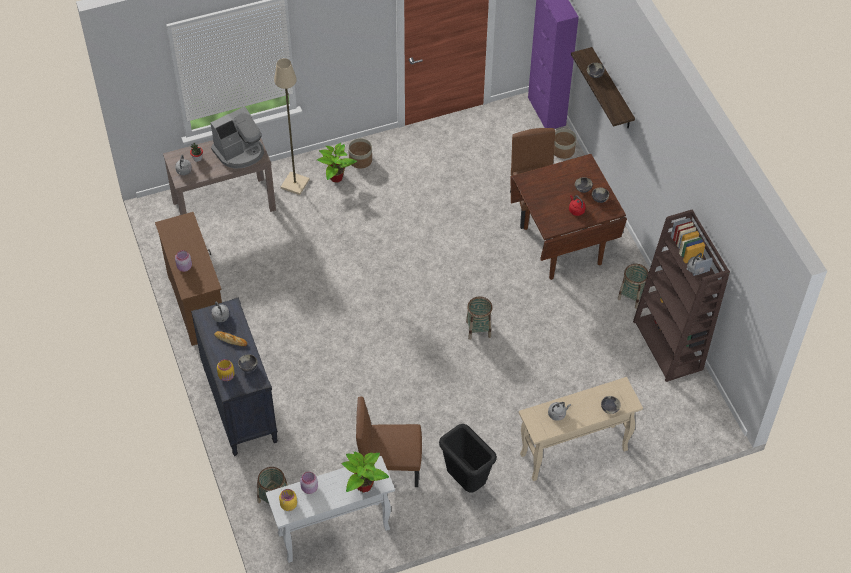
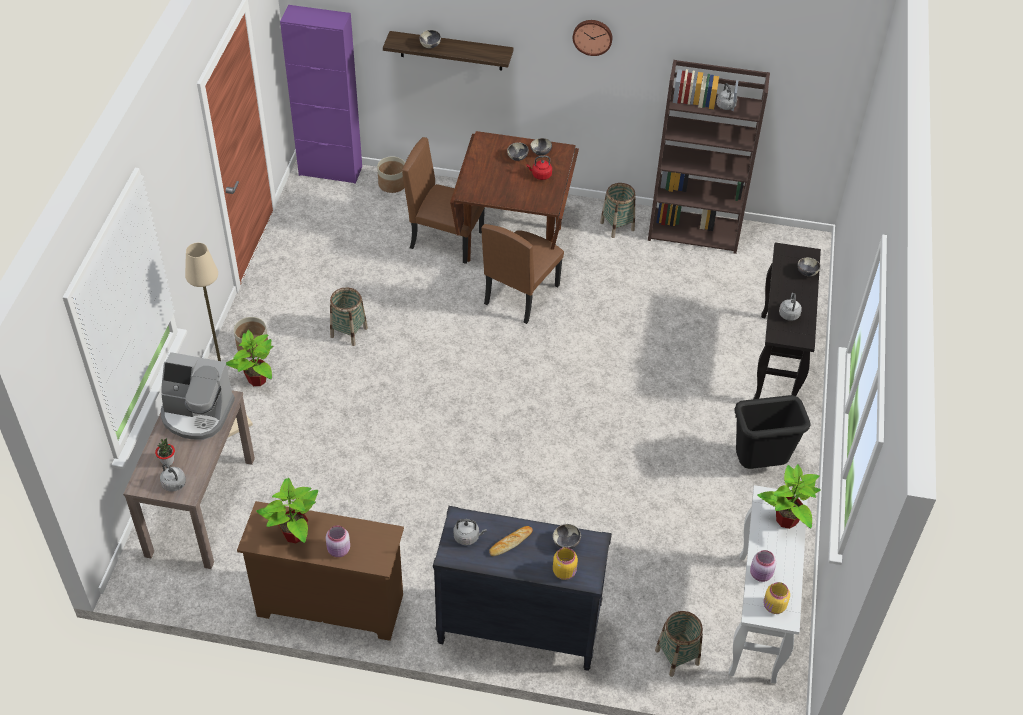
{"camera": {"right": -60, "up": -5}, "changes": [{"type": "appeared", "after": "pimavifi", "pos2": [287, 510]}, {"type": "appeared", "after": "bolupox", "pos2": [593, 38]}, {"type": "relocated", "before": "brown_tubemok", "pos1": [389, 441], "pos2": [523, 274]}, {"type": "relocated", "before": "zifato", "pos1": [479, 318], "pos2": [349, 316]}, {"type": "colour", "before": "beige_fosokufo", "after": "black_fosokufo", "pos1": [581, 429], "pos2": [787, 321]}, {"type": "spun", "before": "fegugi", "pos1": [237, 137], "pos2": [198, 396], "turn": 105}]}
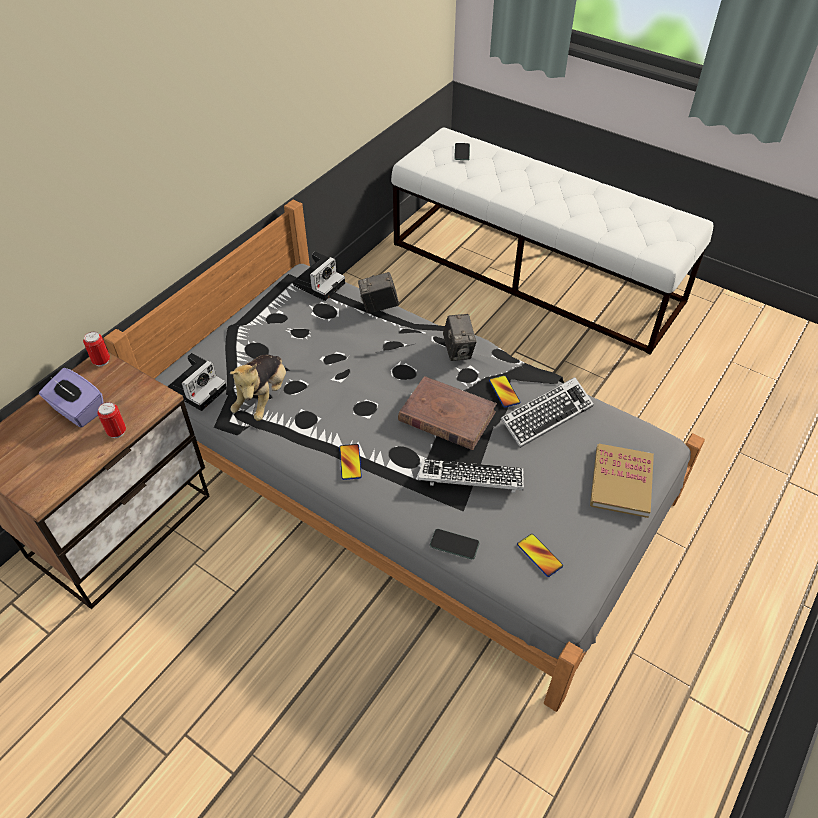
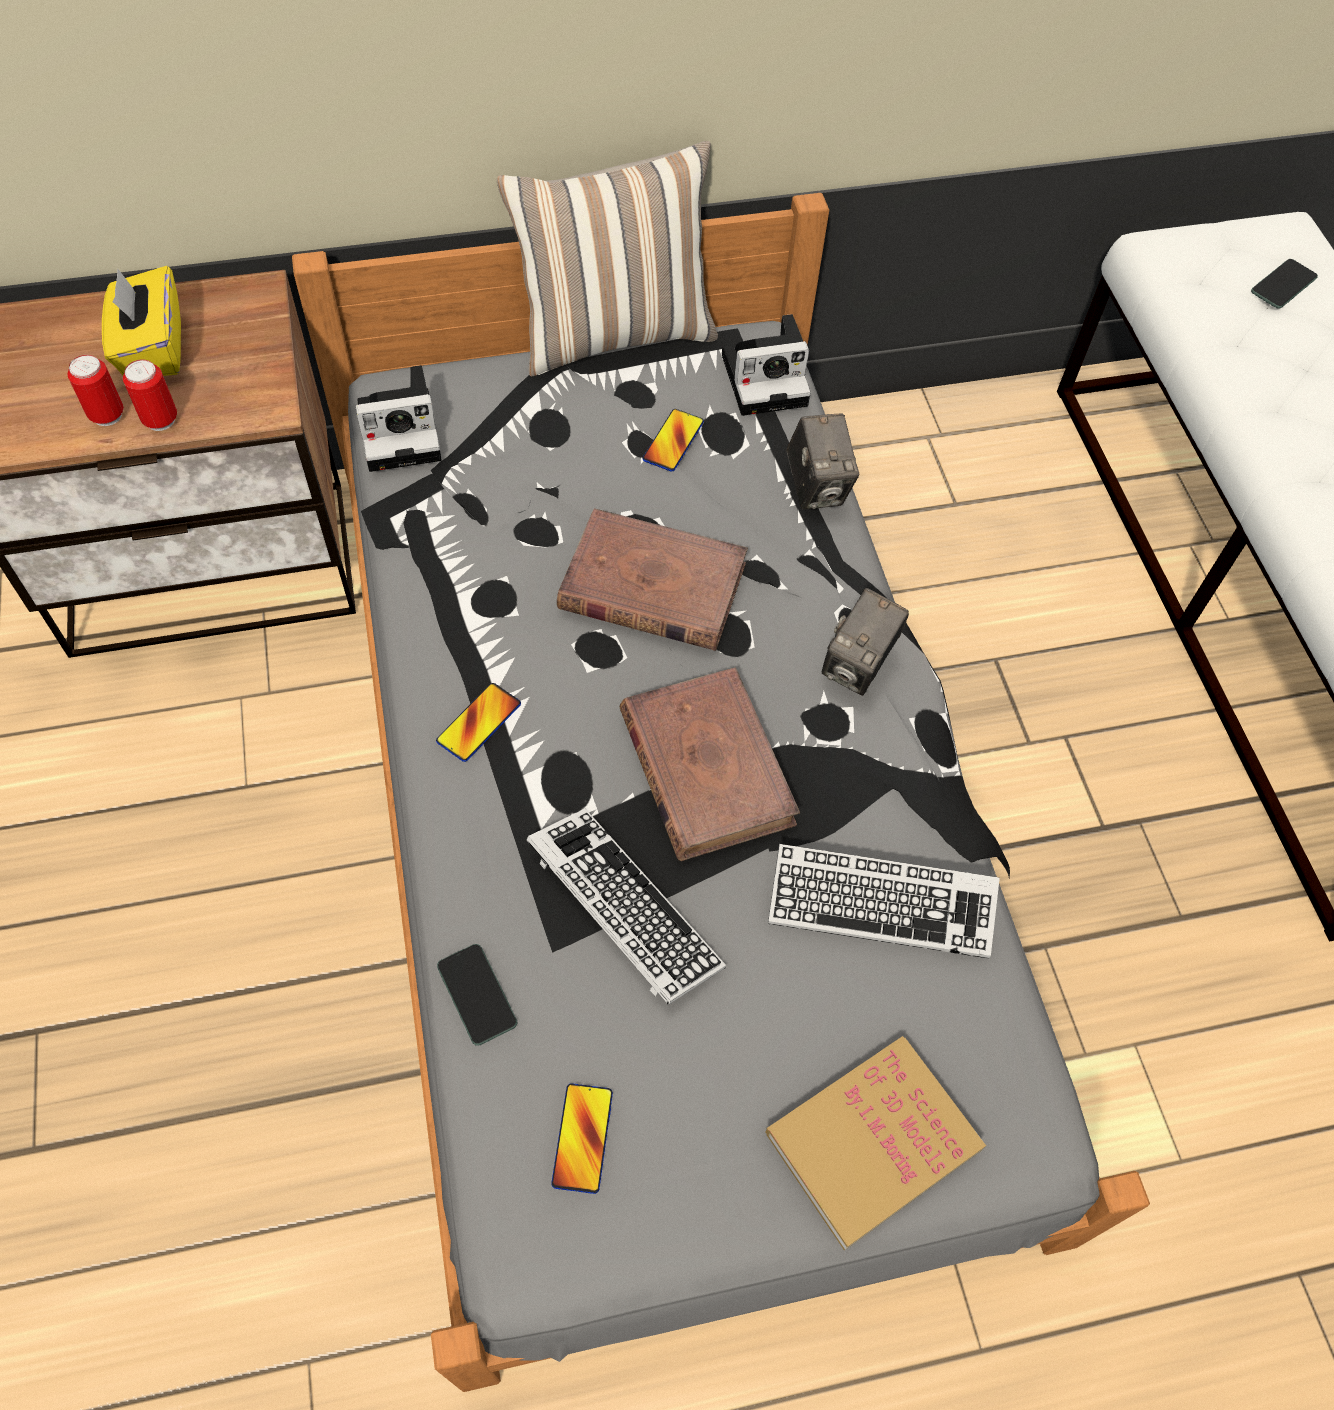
{"camera": {"right": 40, "up": 10}, "changes": [{"type": "missing", "before": "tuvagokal", "pos1": [258, 388]}, {"type": "appeared", "after": "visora", "pos2": [607, 258]}, {"type": "appeared", "after": "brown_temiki", "pos2": [652, 579]}, {"type": "relocated", "before": "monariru", "pos1": [96, 349], "pos2": [96, 390]}, {"type": "relocated", "before": "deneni", "pos1": [505, 391], "pos2": [673, 440]}, {"type": "colour", "before": "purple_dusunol", "after": "yellow_dusunol", "pos1": [71, 398], "pos2": [141, 321]}, {"type": "spun", "before": "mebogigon", "pos1": [378, 292], "pos2": [822, 461], "turn": -135}]}
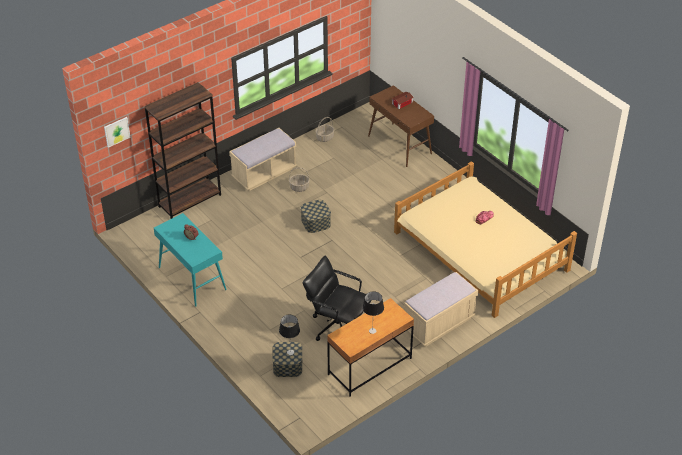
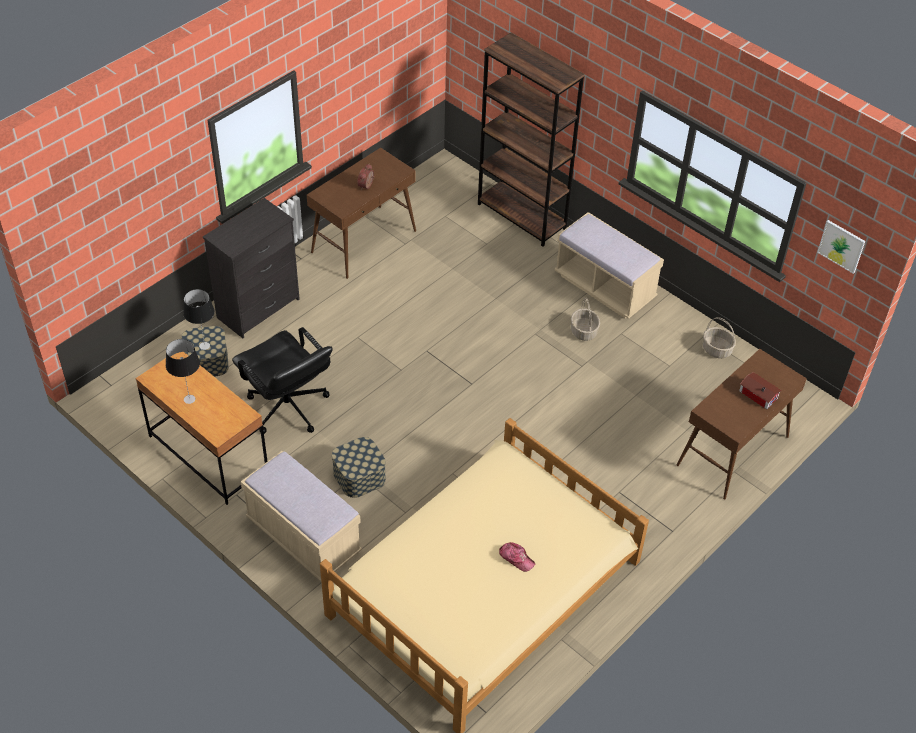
{"camera": {"right": 80, "up": 5}, "changes": [{"type": "appeared", "after": "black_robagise", "pos2": [251, 268]}, {"type": "relocated", "before": "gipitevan", "pos1": [117, 132], "pos2": [841, 247]}, {"type": "relocated", "before": "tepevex", "pos1": [316, 216], "pos2": [359, 467]}, {"type": "colour", "before": "turquoise_fosokufo", "after": "brown_fosokufo", "pos1": [190, 260], "pos2": [361, 213]}, {"type": "spun", "before": "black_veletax", "pos1": [337, 298], "pos2": [282, 380], "turn": 120}]}
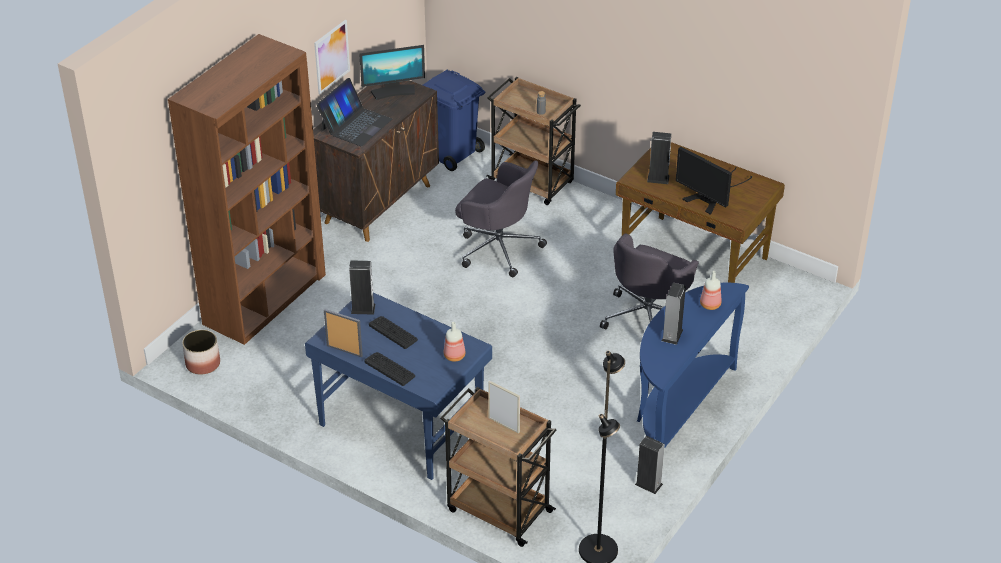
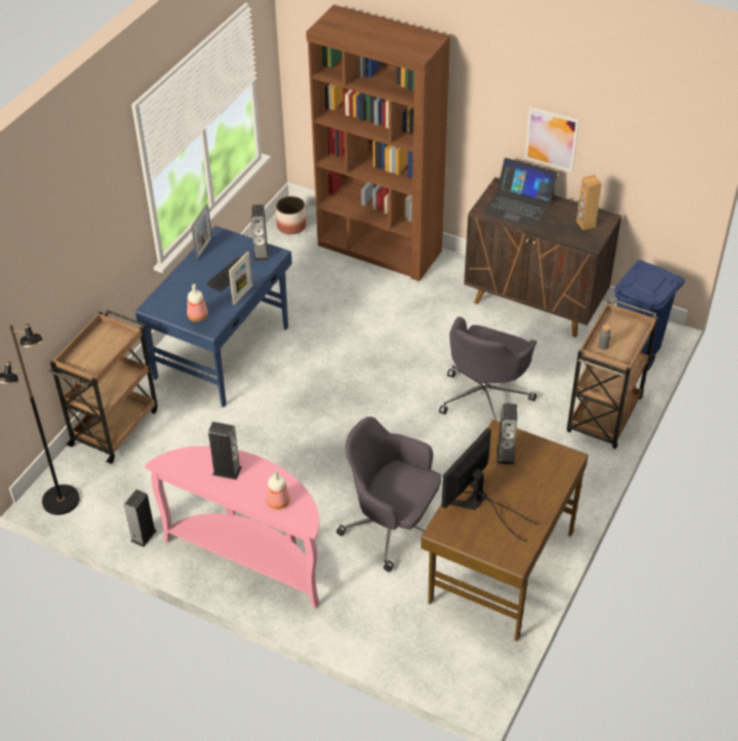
{"camera": {"right": 85, "up": 5}, "changes": [{"type": "missing", "before": "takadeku", "pos1": [389, 369]}, {"type": "relocated", "before": "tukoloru", "pos1": [504, 407], "pos2": [241, 278]}, {"type": "exchanged", "before": "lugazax", "after": "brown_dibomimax", "pos1": [392, 72], "pos2": [589, 202]}, {"type": "colour", "before": "blue_fosokufo", "after": "pink_fosokufo", "pos1": [693, 366], "pos2": [232, 527]}]}
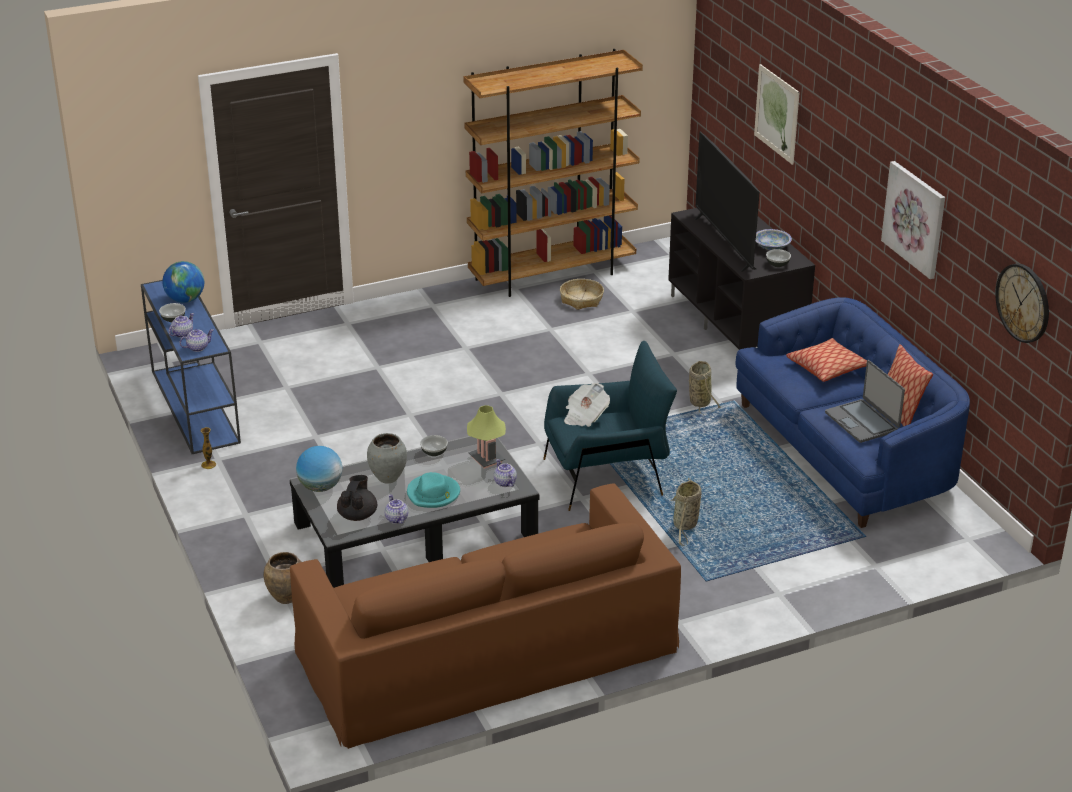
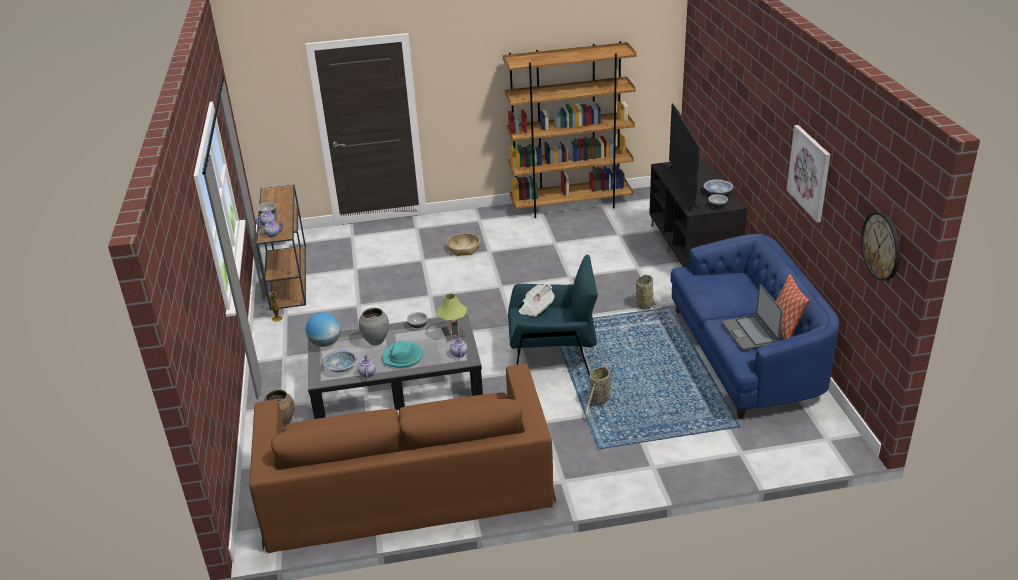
{"camera": {"right": 15, "up": 0}, "changes": [{"type": "missing", "before": "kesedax", "pos1": [183, 282]}, {"type": "missing", "before": "gipitevan", "pos1": [777, 114]}, {"type": "missing", "before": "visora", "pos1": [826, 360]}, {"type": "relocated", "before": "zifato", "pos1": [582, 294], "pos2": [463, 244]}, {"type": "exchanged", "before": "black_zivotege", "after": "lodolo", "pos1": [357, 498], "pos2": [340, 361]}, {"type": "colour", "before": "blue_fosokufo", "after": "brown_fosokufo", "pos1": [191, 367], "pos2": [281, 247]}]}
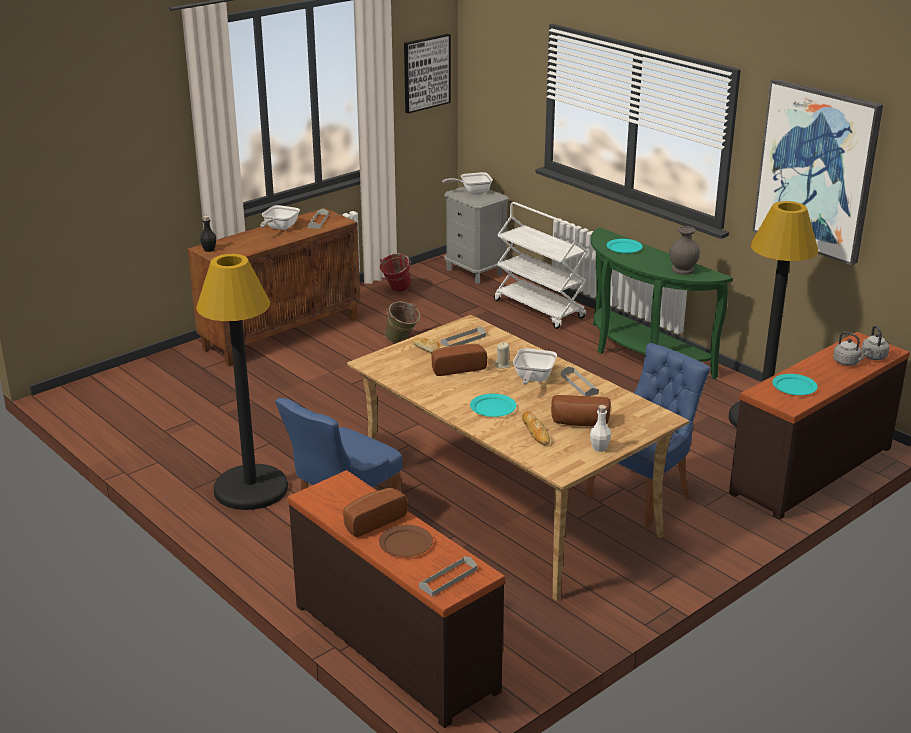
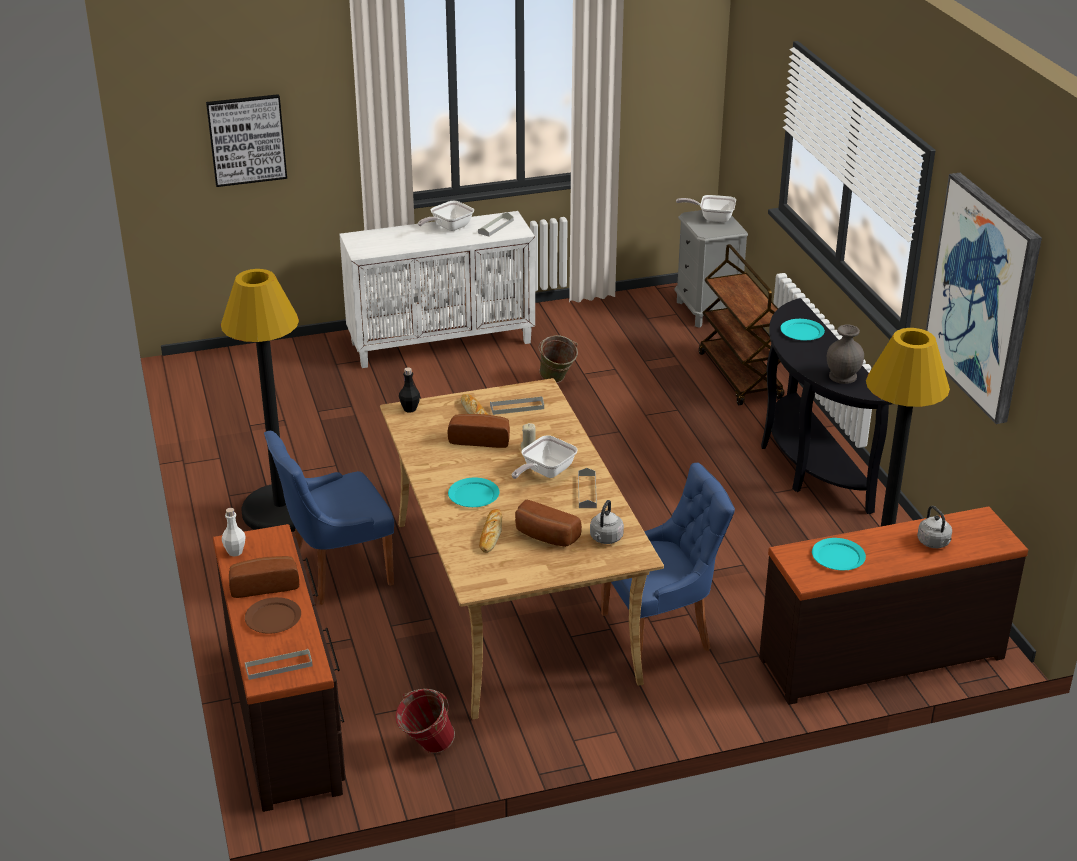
{"camera": {"right": 25, "up": 5}, "changes": [{"type": "relocated", "before": "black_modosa", "pos1": [208, 234], "pos2": [409, 389]}, {"type": "relocated", "before": "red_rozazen", "pos1": [395, 272], "pos2": [425, 721]}, {"type": "relocated", "before": "gipitevan", "pos1": [427, 73], "pos2": [246, 140]}, {"type": "relocated", "before": "white_modosa", "pos1": [600, 428], "pos2": [234, 532]}, {"type": "relocated", "before": "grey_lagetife", "pos1": [875, 342], "pos2": [607, 522]}, {"type": "colour", "before": "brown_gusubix", "after": "white_gusubix", "pos1": [273, 287], "pos2": [437, 289]}, {"type": "colour", "before": "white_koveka", "after": "brown_koveka", "pos1": [541, 265], "pos2": [741, 324]}, {"type": "colour", "before": "green_fosokufo", "after": "black_fosokufo", "pos1": [662, 303], "pos2": [827, 406]}]}
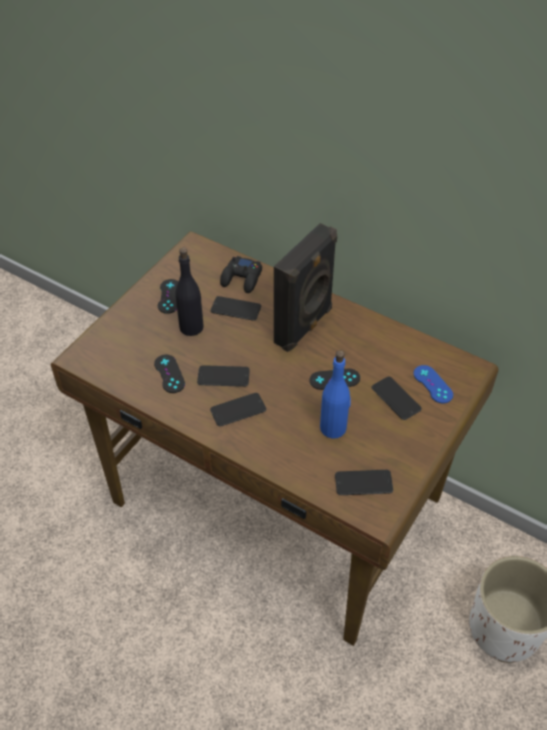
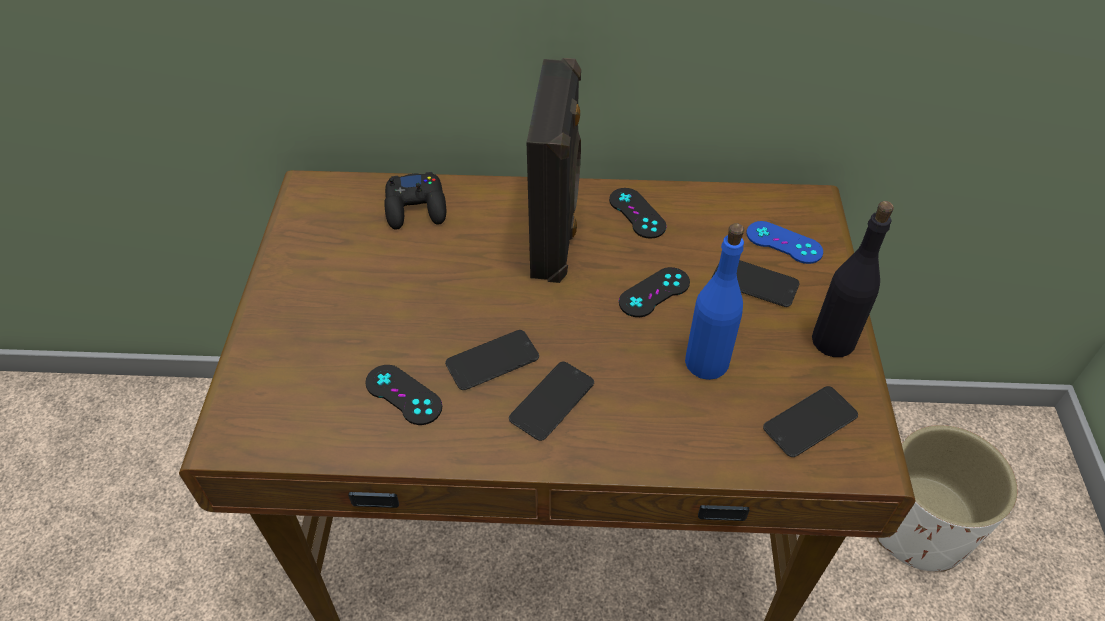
{"camera": {"right": -30, "up": 0}, "changes": [{"type": "missing", "before": "deneni", "pos1": [236, 308]}, {"type": "relocated", "before": "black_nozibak", "pos1": [168, 296], "pos2": [637, 213]}, {"type": "relocated", "before": "black_modosa", "pos1": [189, 292], "pos2": [853, 279]}]}
